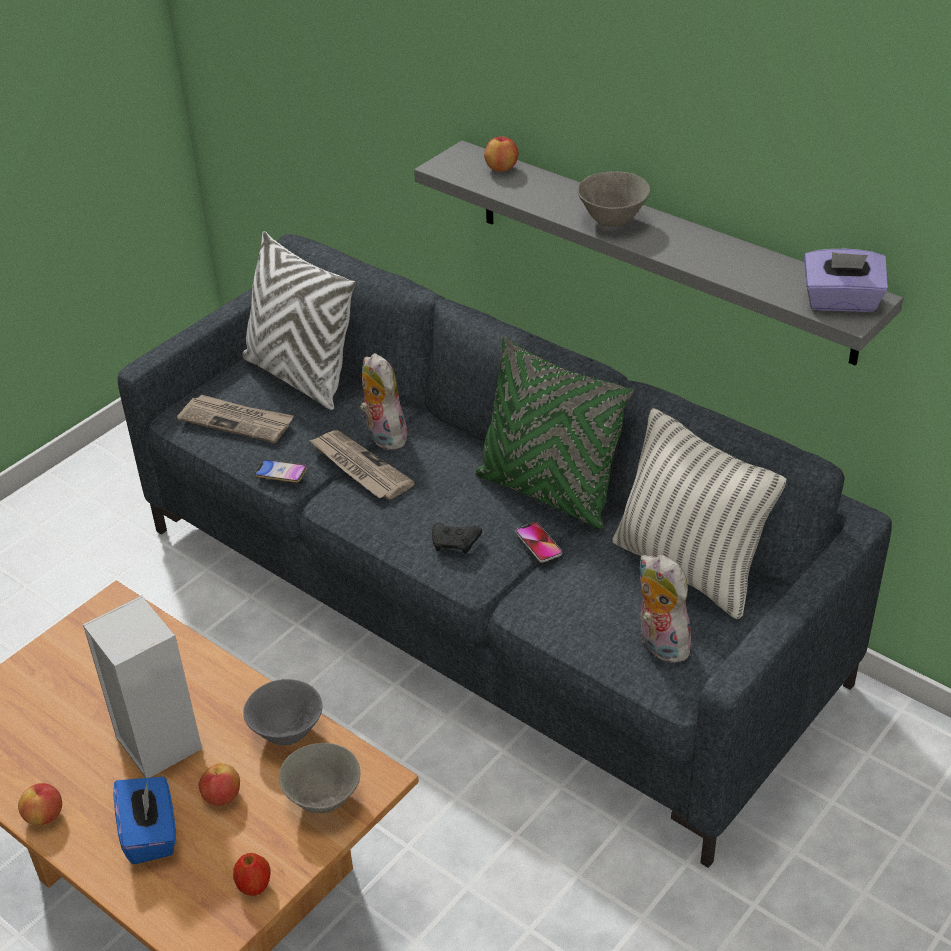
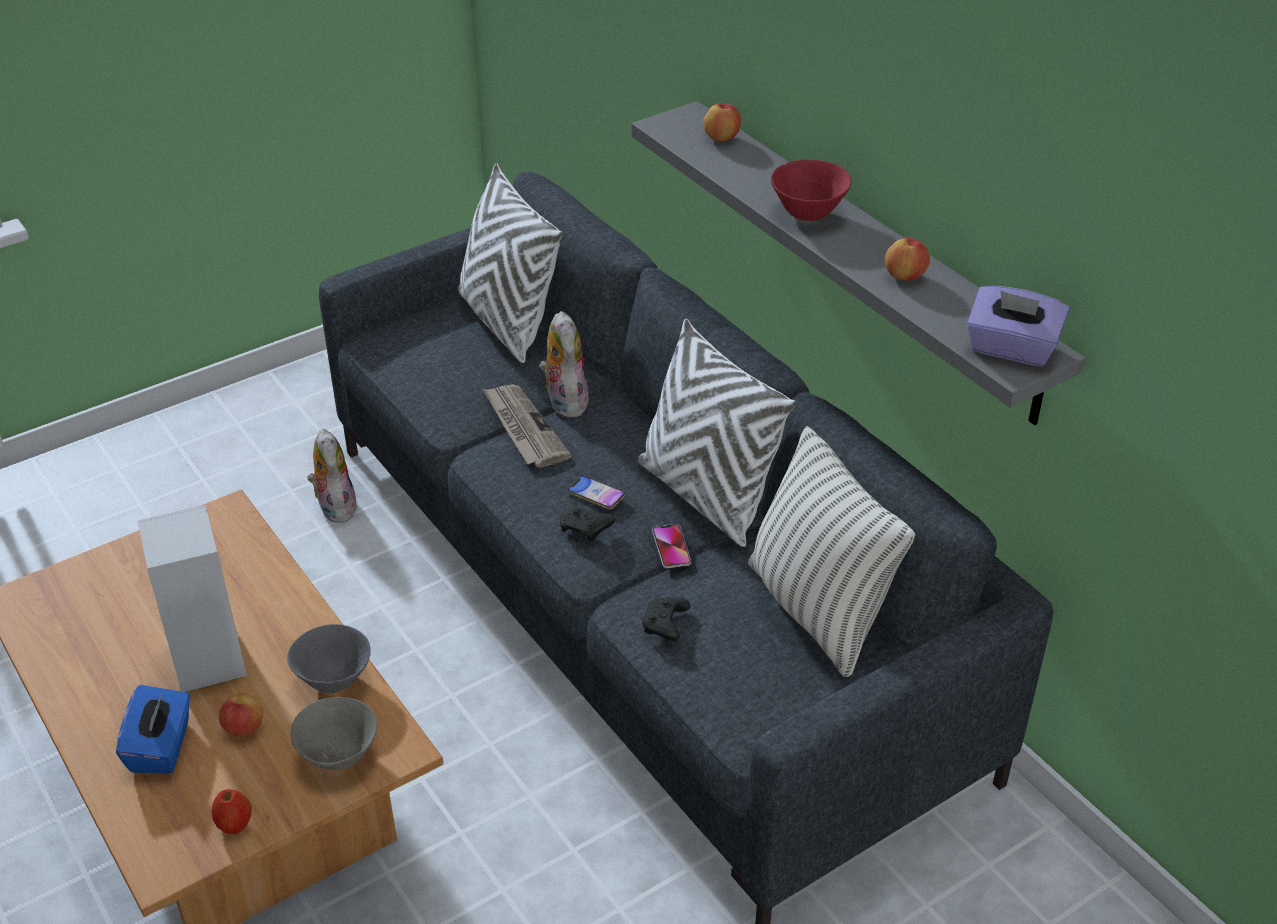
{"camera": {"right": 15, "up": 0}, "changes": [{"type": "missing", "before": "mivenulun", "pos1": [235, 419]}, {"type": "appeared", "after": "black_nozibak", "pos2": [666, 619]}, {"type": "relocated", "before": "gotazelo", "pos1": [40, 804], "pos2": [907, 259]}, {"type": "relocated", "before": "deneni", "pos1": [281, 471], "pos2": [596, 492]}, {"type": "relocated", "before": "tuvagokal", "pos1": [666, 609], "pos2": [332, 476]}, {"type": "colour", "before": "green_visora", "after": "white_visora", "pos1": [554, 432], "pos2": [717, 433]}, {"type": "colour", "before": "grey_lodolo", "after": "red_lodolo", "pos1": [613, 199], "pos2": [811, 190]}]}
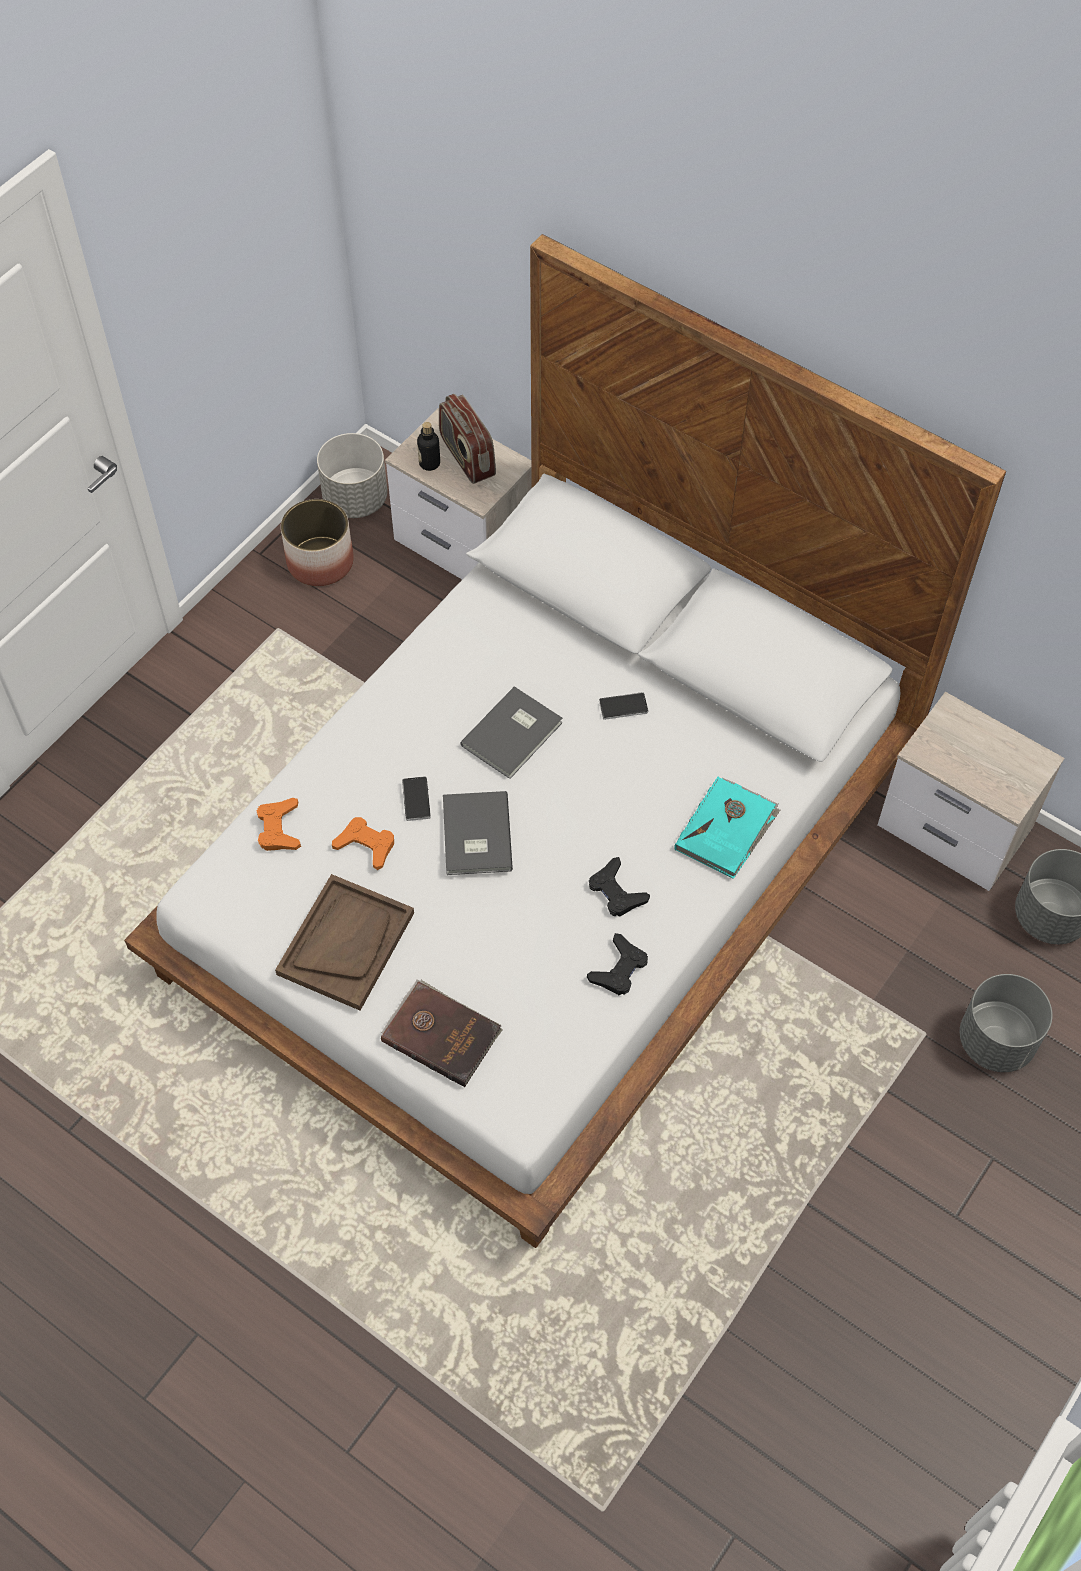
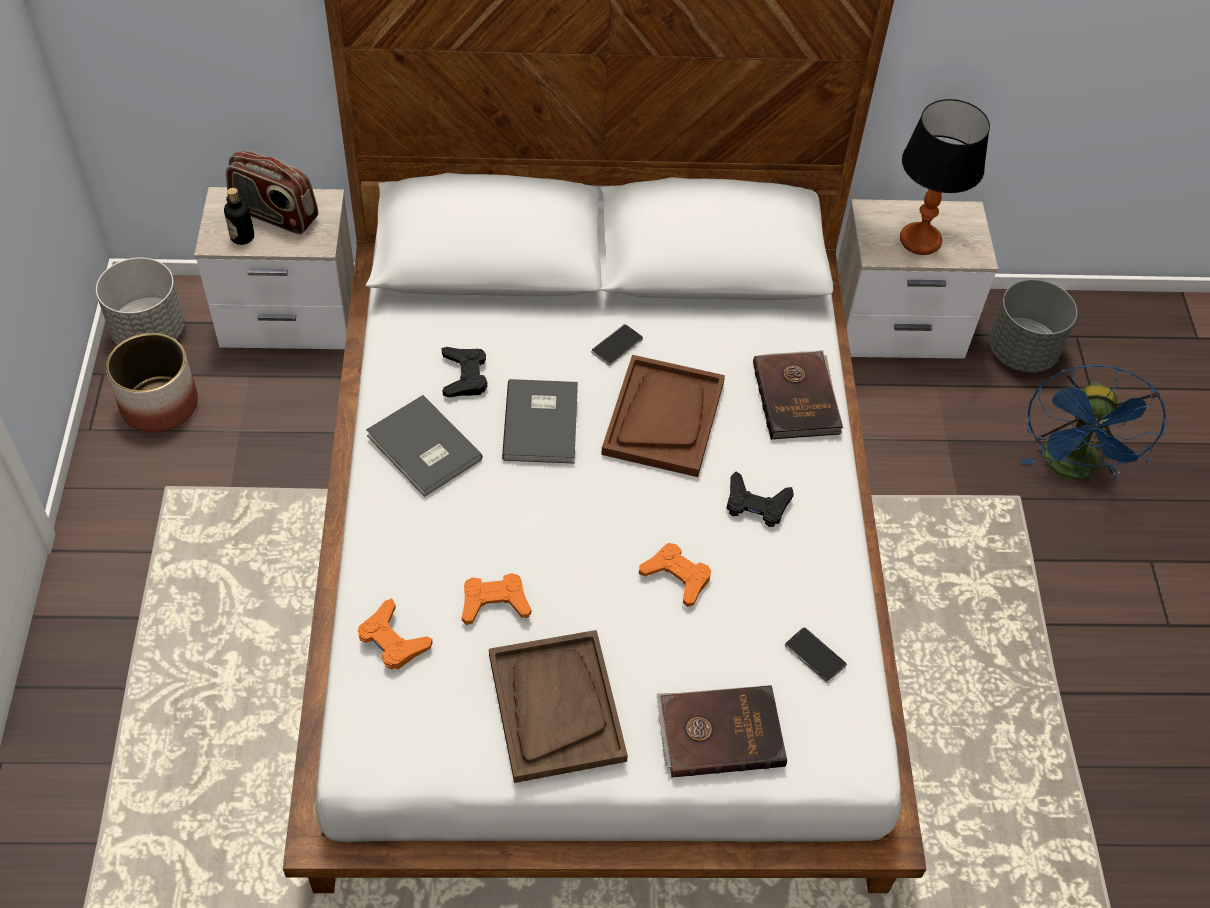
{"camera": {"right": -40, "up": -5}, "changes": [{"type": "appeared", "after": "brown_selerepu", "pos2": [663, 416]}, {"type": "appeared", "after": "orange_nozibak", "pos2": [675, 575]}, {"type": "appeared", "after": "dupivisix", "pos2": [945, 177]}, {"type": "relocated", "before": "deneni", "pos1": [416, 798], "pos2": [816, 655]}, {"type": "relocated", "before": "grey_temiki", "pos1": [478, 833], "pos2": [424, 446]}, {"type": "relocated", "before": "black_nozibak", "pos1": [617, 964], "pos2": [464, 372]}, {"type": "exchanged", "before": "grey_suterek", "after": "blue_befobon", "pos1": [1006, 1023], "pos2": [1093, 422]}, {"type": "colour", "before": "turquoise_temiki", "after": "brown_temiki", "pos1": [727, 828], "pos2": [798, 395]}]}
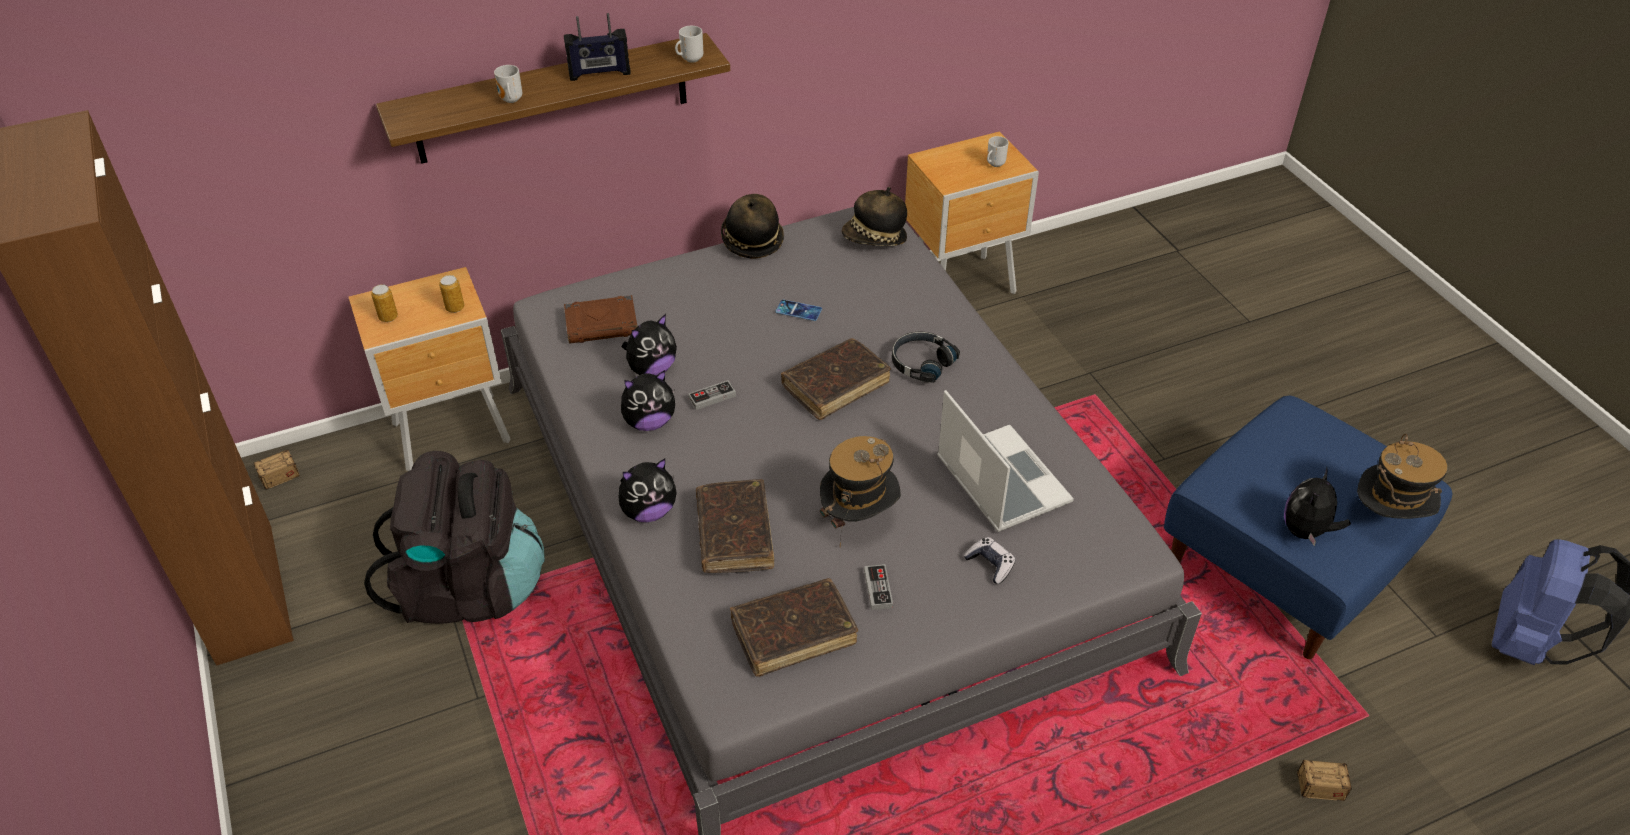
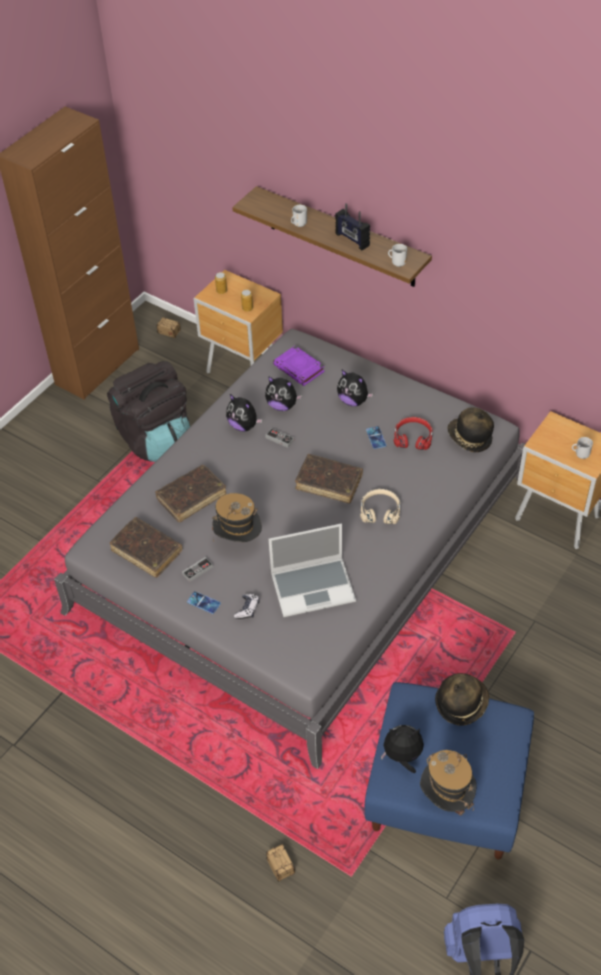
{"camera": {"right": 60, "up": 5}, "changes": [{"type": "appeared", "after": "deneni", "pos2": [204, 602]}, {"type": "appeared", "after": "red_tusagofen", "pos2": [413, 433]}, {"type": "relocated", "before": "tuvagokal", "pos1": [647, 490], "pos2": [355, 388]}, {"type": "relocated", "before": "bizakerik", "pos1": [752, 226], "pos2": [462, 699]}, {"type": "colour", "before": "brown_temiki", "after": "purple_temiki", "pos1": [600, 319], "pos2": [299, 366]}, {"type": "colour", "before": "black_tusagofen", "after": "beige_tusagofen", "pos1": [926, 357], "pos2": [380, 506]}, {"type": "spun", "before": "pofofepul", "pos1": [1005, 461], "pos2": [312, 570], "turn": 45}]}
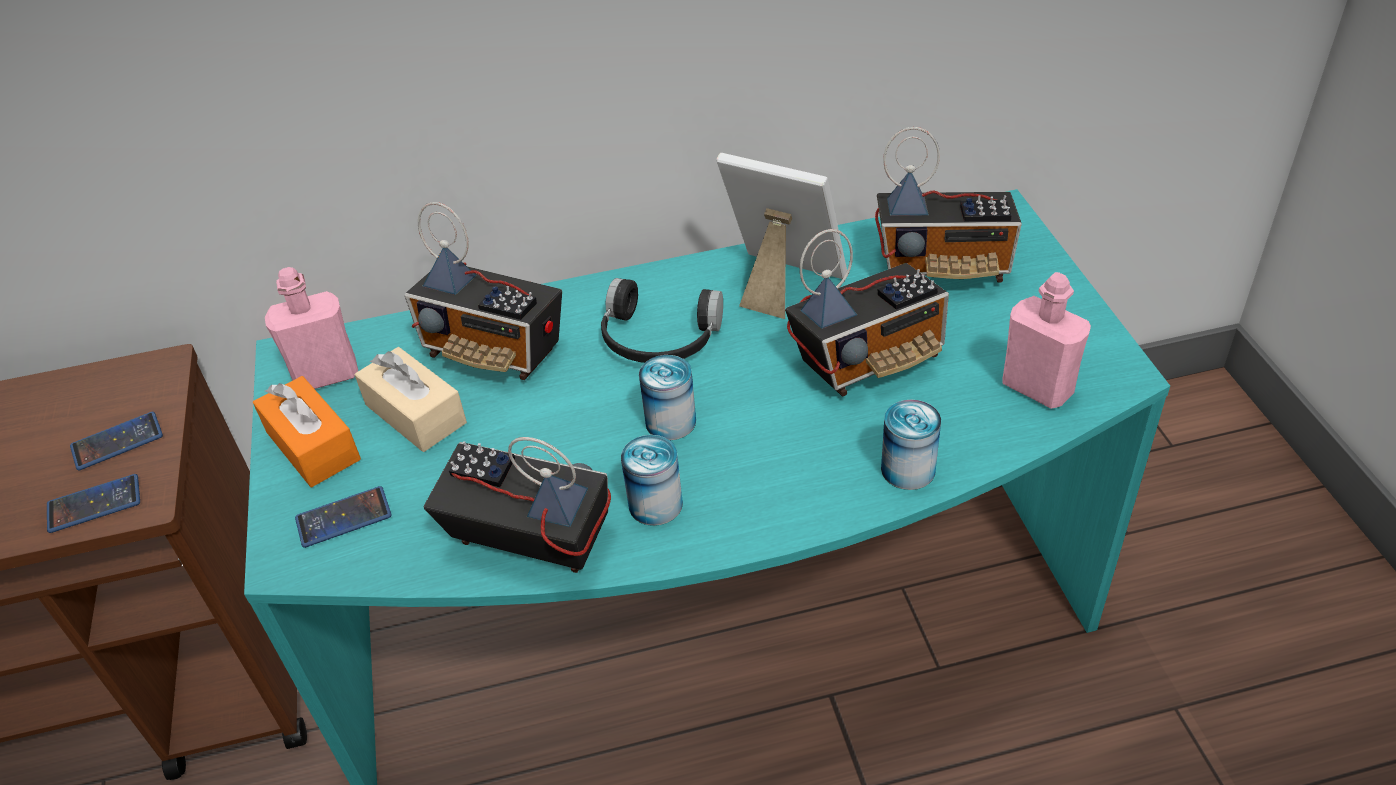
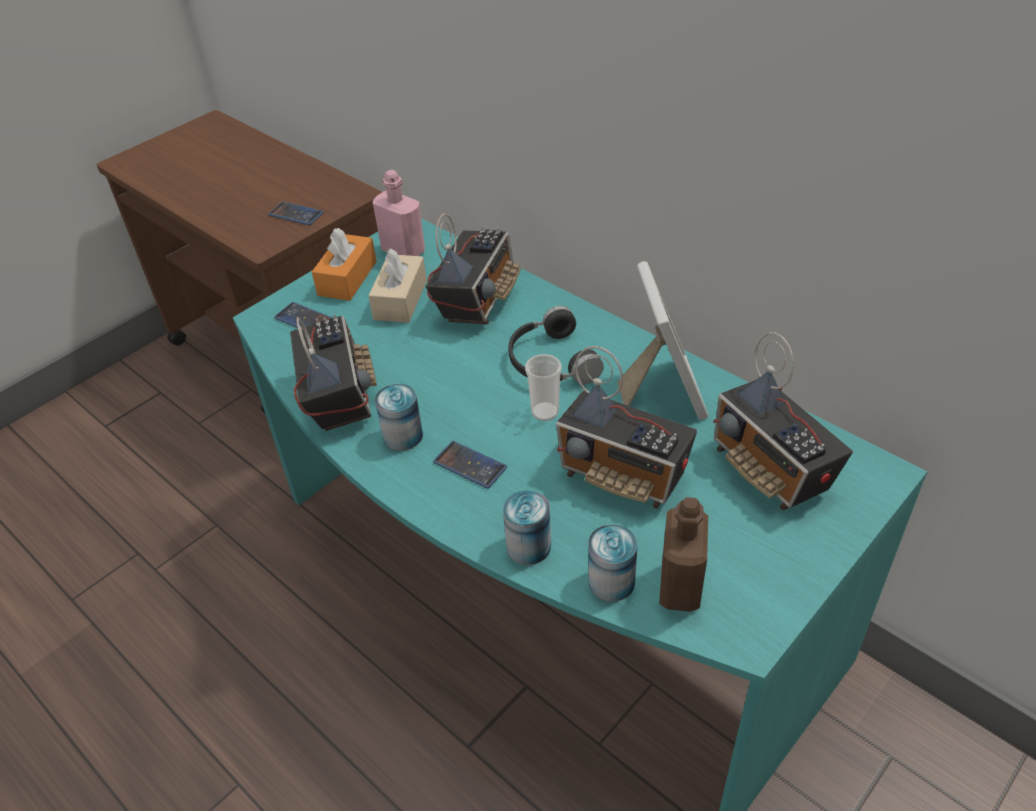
{"camera": {"right": 55, "up": 0}, "changes": [{"type": "appeared", "after": "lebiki", "pos2": [543, 387]}, {"type": "relocated", "before": "deneni", "pos1": [93, 503], "pos2": [470, 465]}, {"type": "relocated", "before": "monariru", "pos1": [667, 397], "pos2": [613, 563]}, {"type": "colour", "before": "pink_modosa", "after": "brown_modosa", "pos1": [1046, 340], "pos2": [683, 554]}, {"type": "spun", "before": "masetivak", "pos1": [483, 291], "pos2": [473, 269], "turn": -150}]}
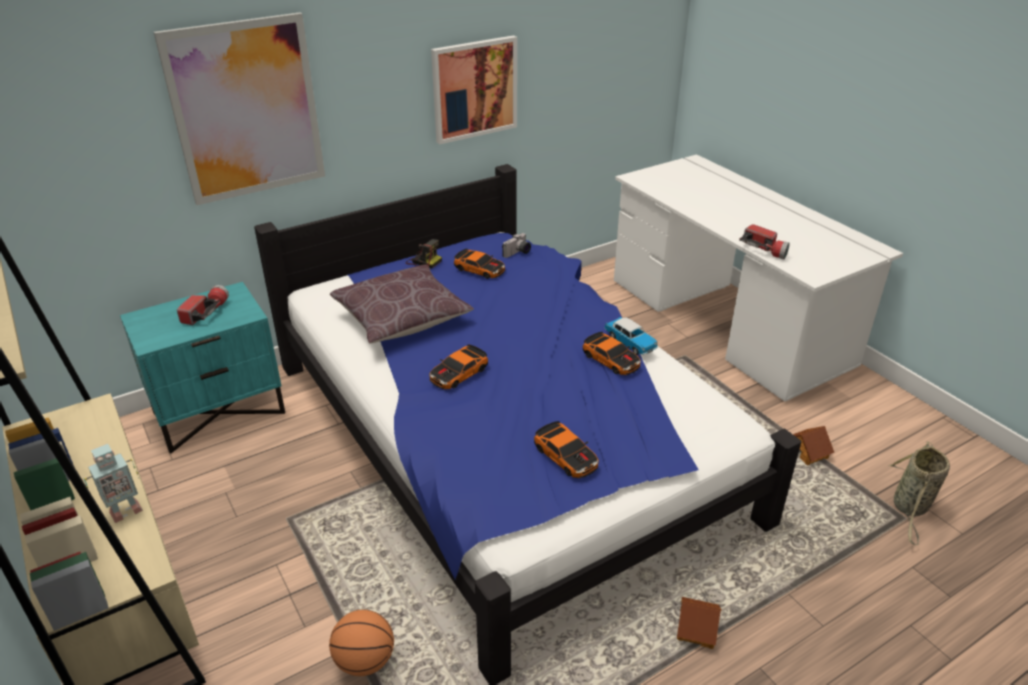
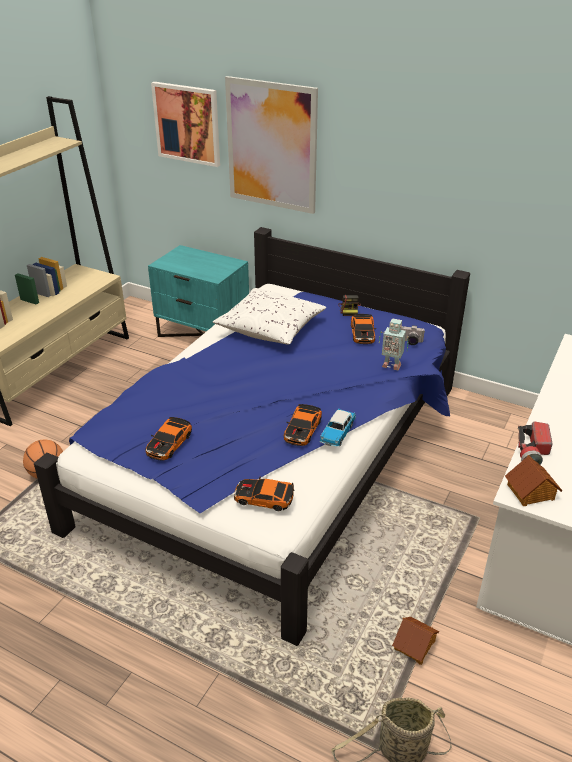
{"camera": {"right": 60, "up": 0}, "changes": [{"type": "missing", "before": "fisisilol", "pos1": [203, 305]}, {"type": "relocated", "before": "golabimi", "pos1": [113, 483], "pos2": [393, 344]}, {"type": "relocated", "before": "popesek", "pos1": [458, 366], "pos2": [264, 494]}, {"type": "relocated", "before": "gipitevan", "pos1": [474, 89], "pos2": [185, 124]}, {"type": "relocated", "before": "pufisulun", "pos1": [699, 623], "pos2": [534, 480]}, {"type": "colour", "before": "brown_visora", "after": "white_visora", "pos1": [402, 303], "pos2": [269, 316]}]}
